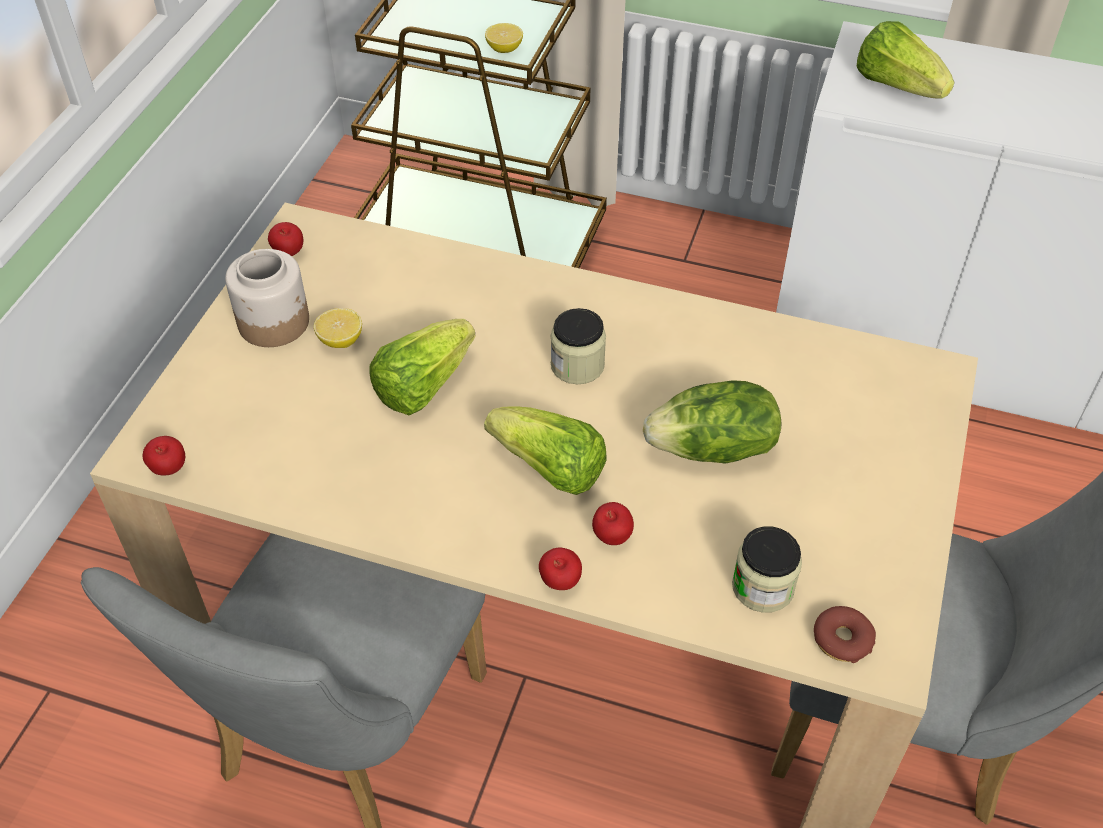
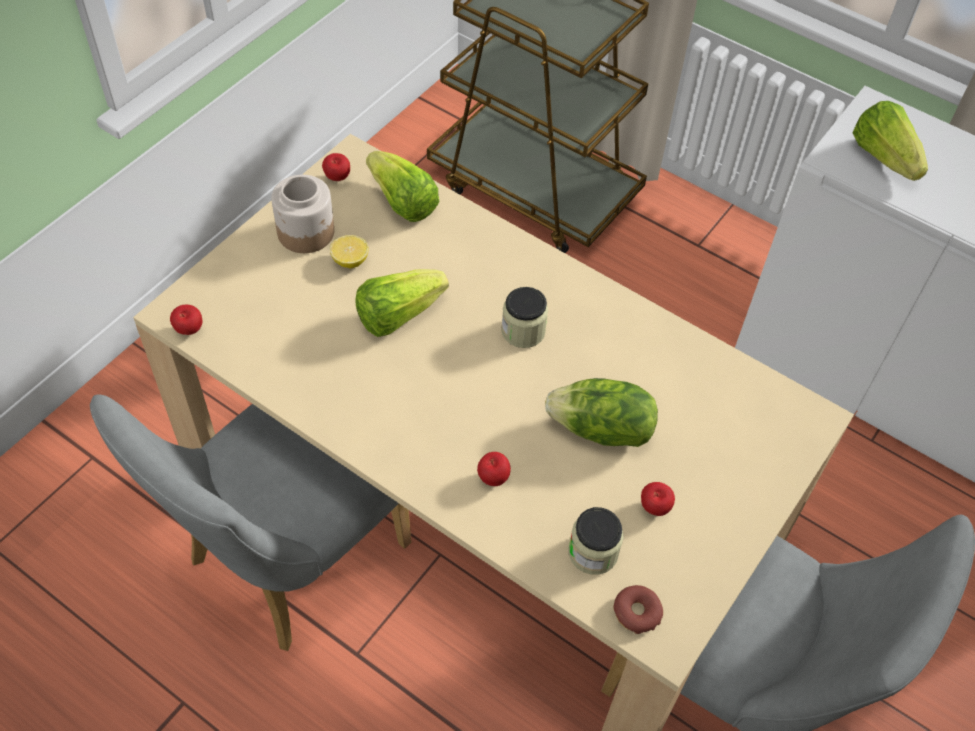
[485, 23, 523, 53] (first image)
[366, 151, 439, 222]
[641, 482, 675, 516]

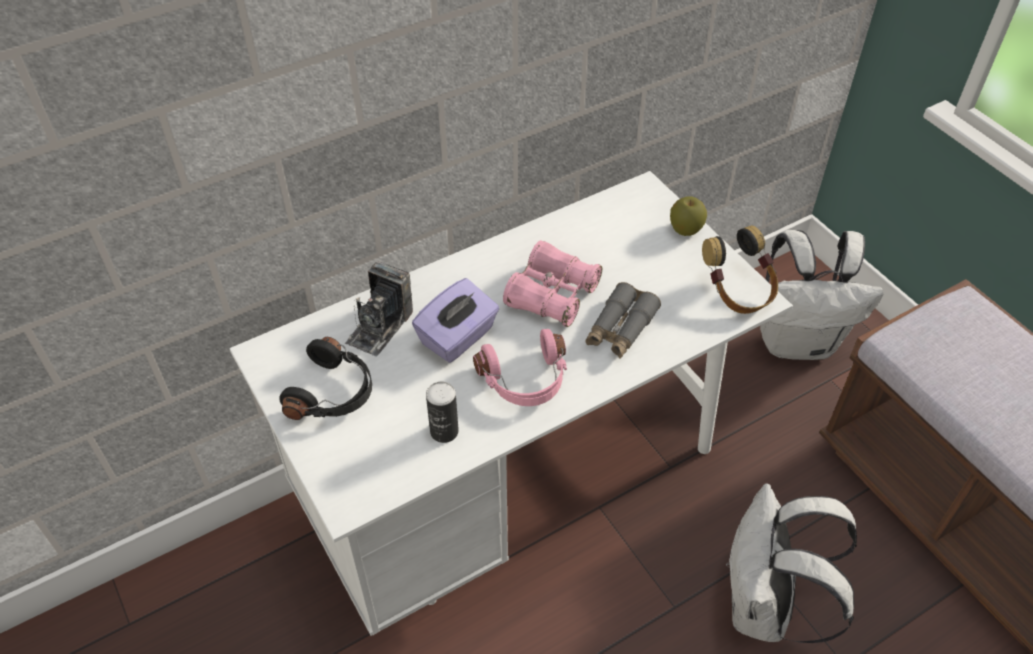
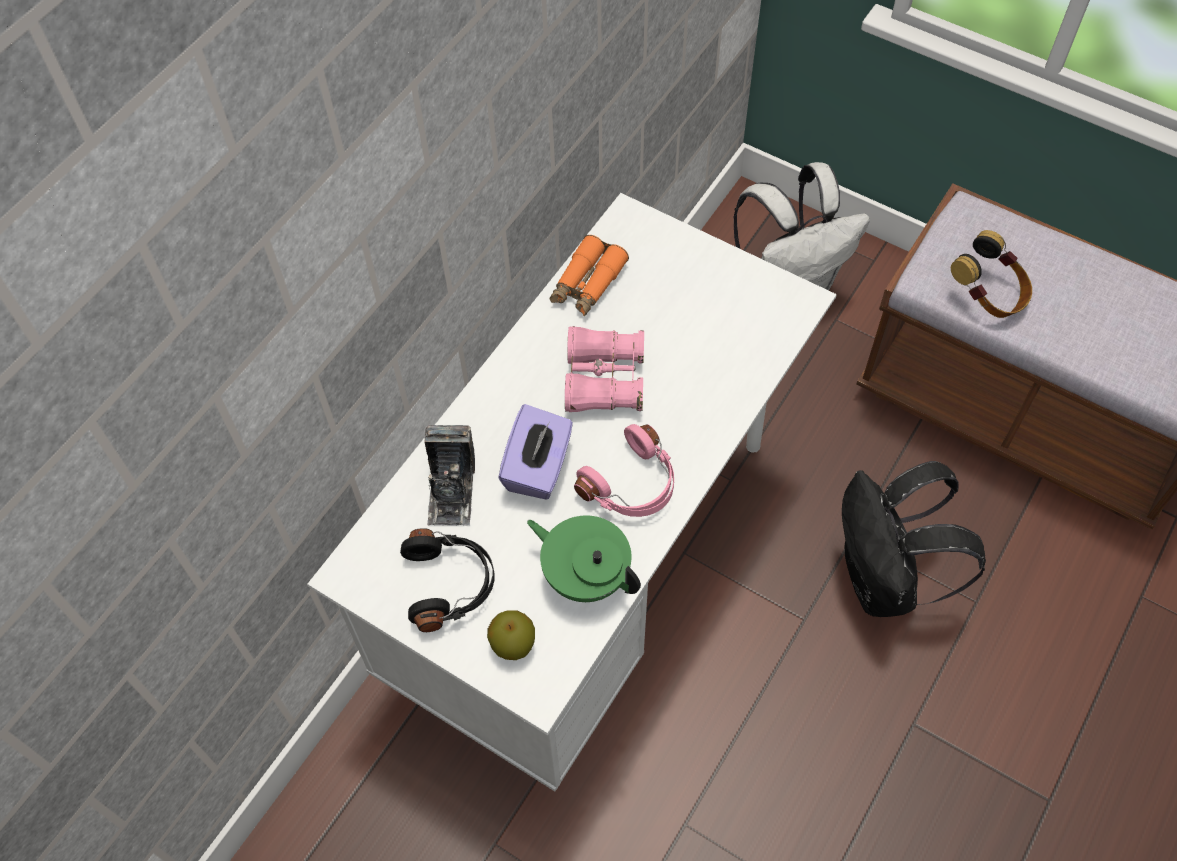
[585, 282, 661, 359] (first image)
[550, 235, 629, 316]
[487, 610, 535, 660]
[951, 230, 1032, 318]
[527, 516, 641, 602]
[842, 461, 986, 617]

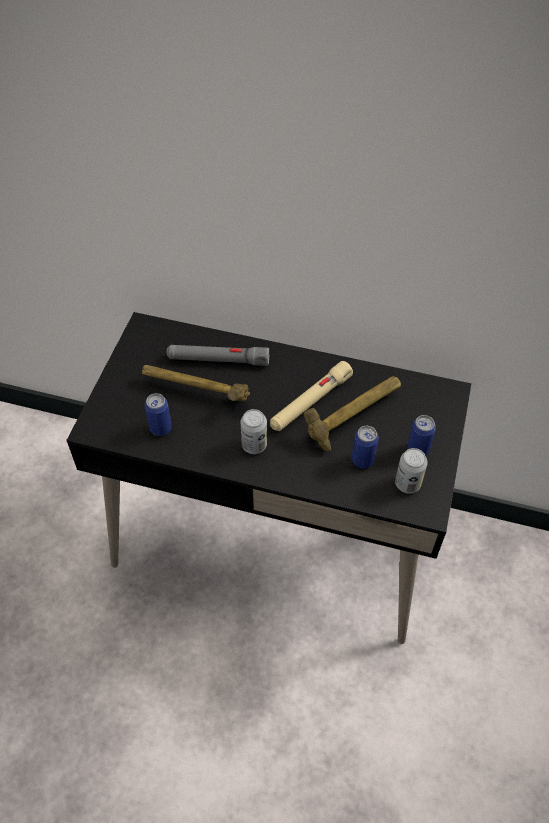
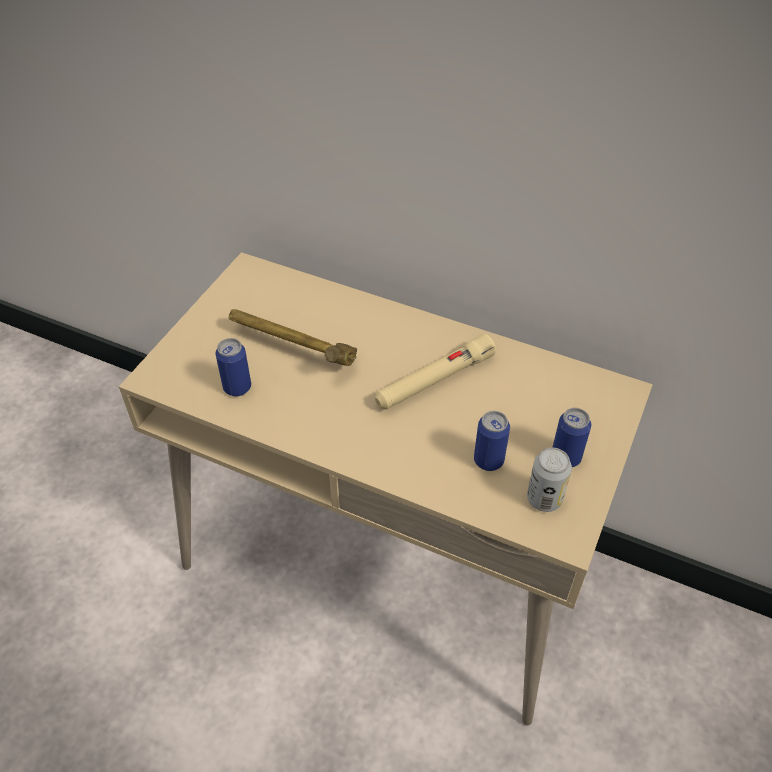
[167, 345, 270, 366] (first image)
[241, 409, 267, 454] (first image)
[304, 376, 401, 451] (first image)
[119, 252, 653, 725]

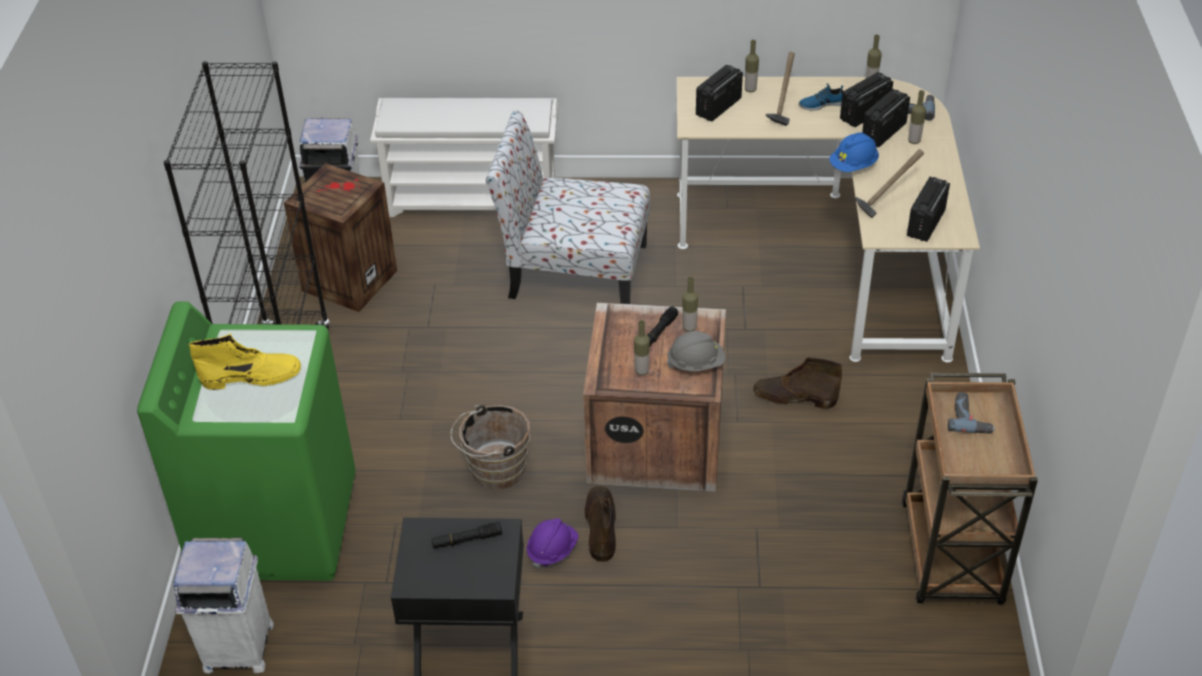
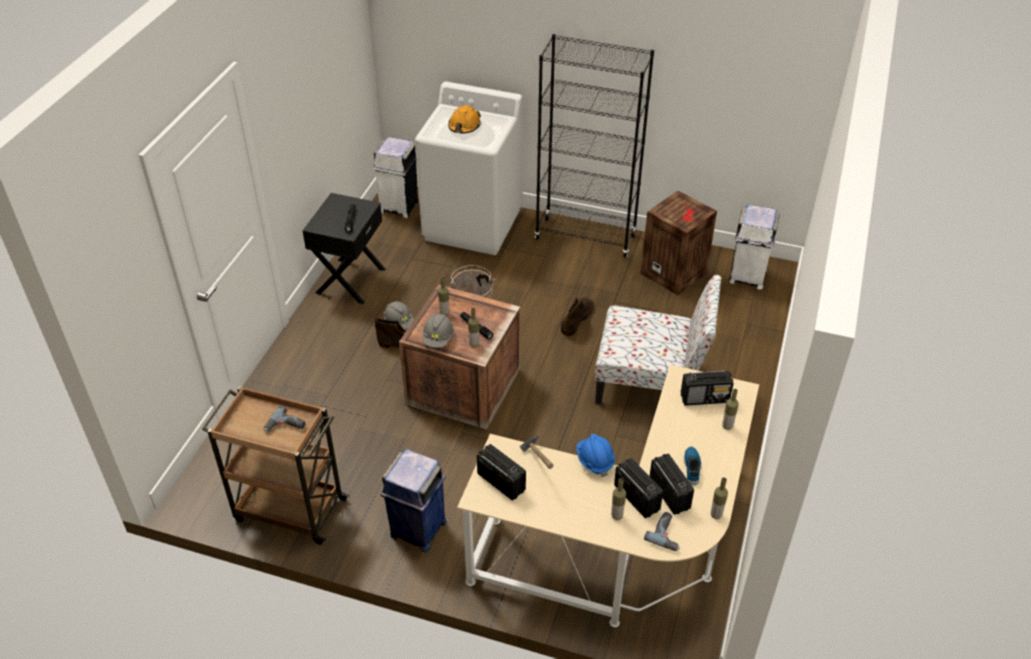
[370, 98, 558, 217] (first image)
[766, 52, 795, 126] (first image)
[381, 449, 446, 552]
[561, 297, 594, 336]
[448, 105, 481, 133]
[415, 82, 523, 255]
[384, 301, 414, 329]
[595, 275, 722, 404]
[681, 371, 734, 406]

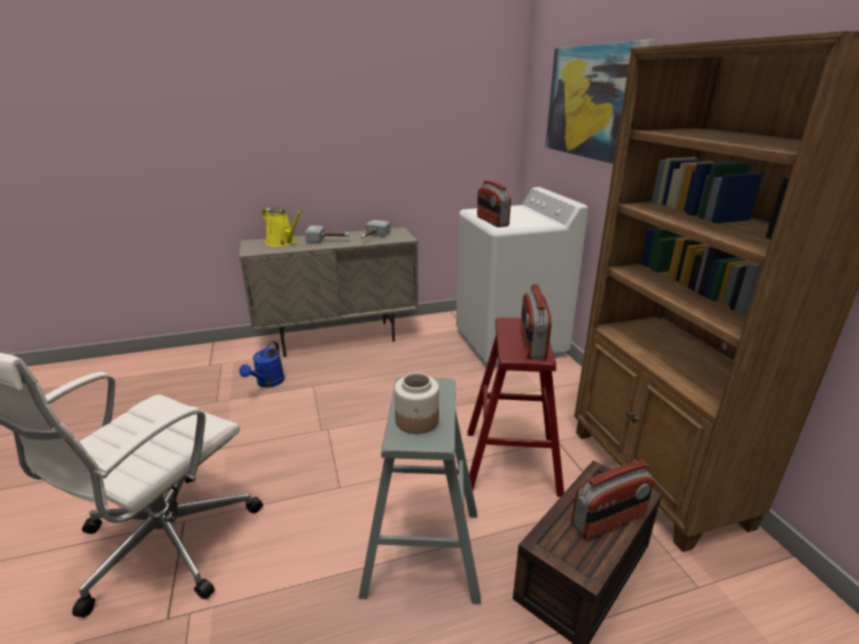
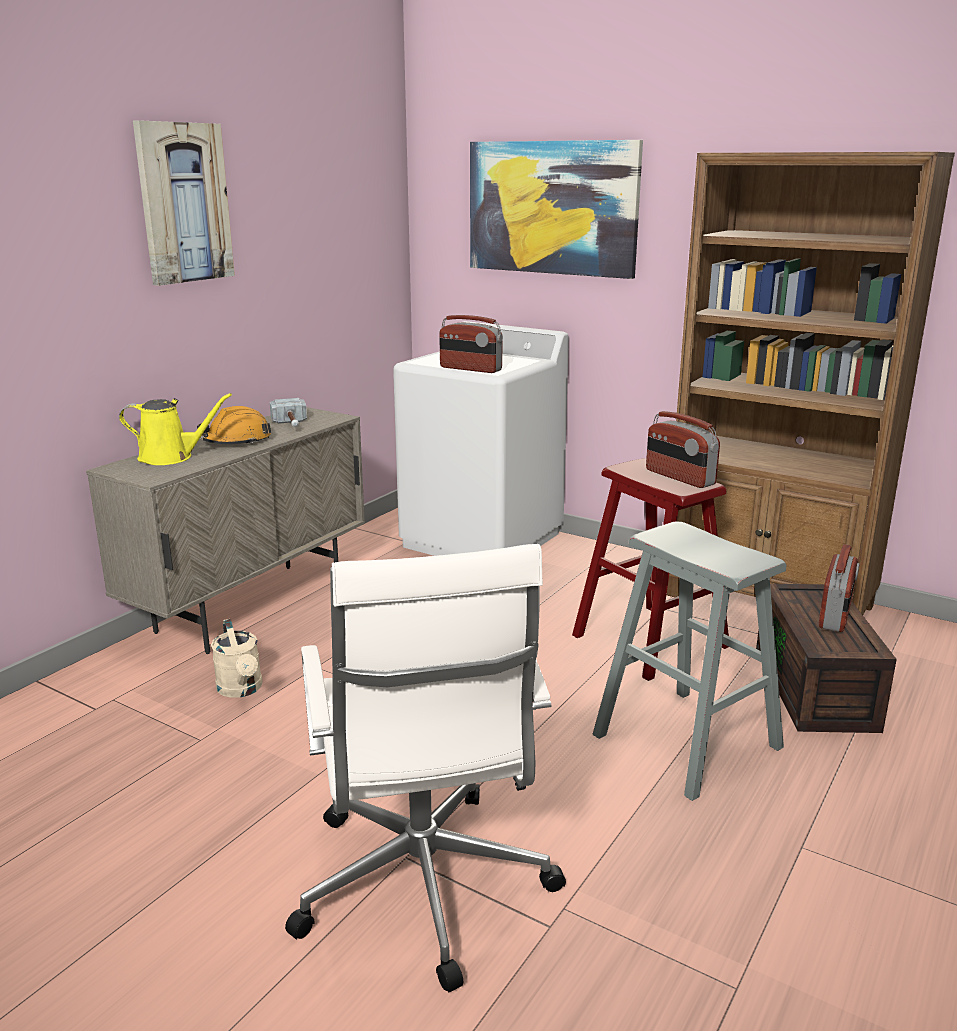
[394, 373, 439, 434] (first image)
[133, 120, 235, 286]
[197, 406, 271, 445]
[211, 619, 263, 698]

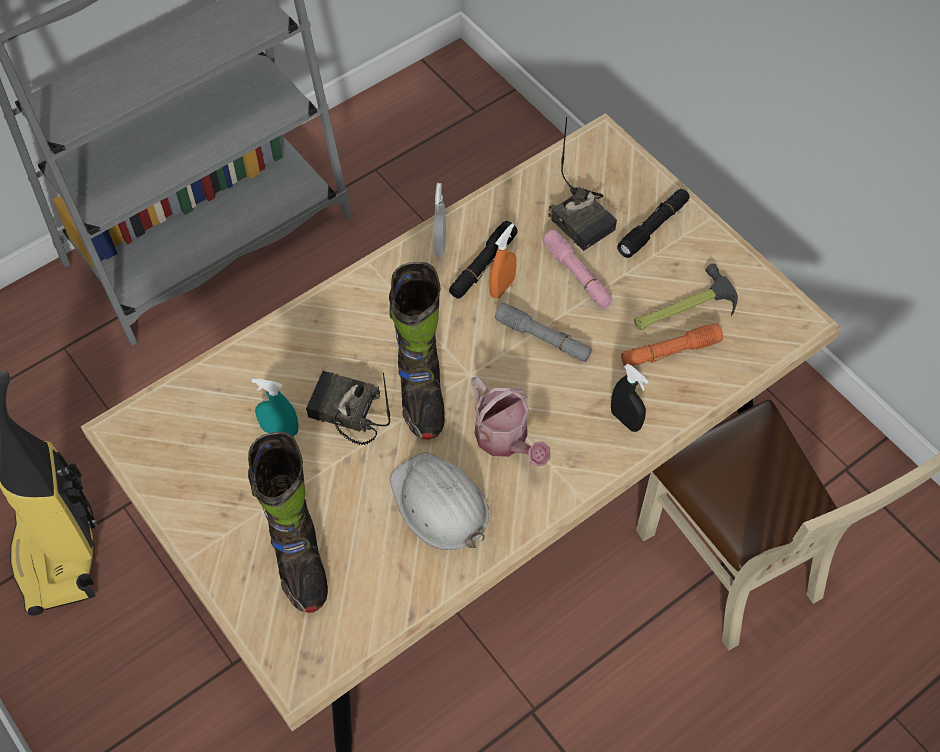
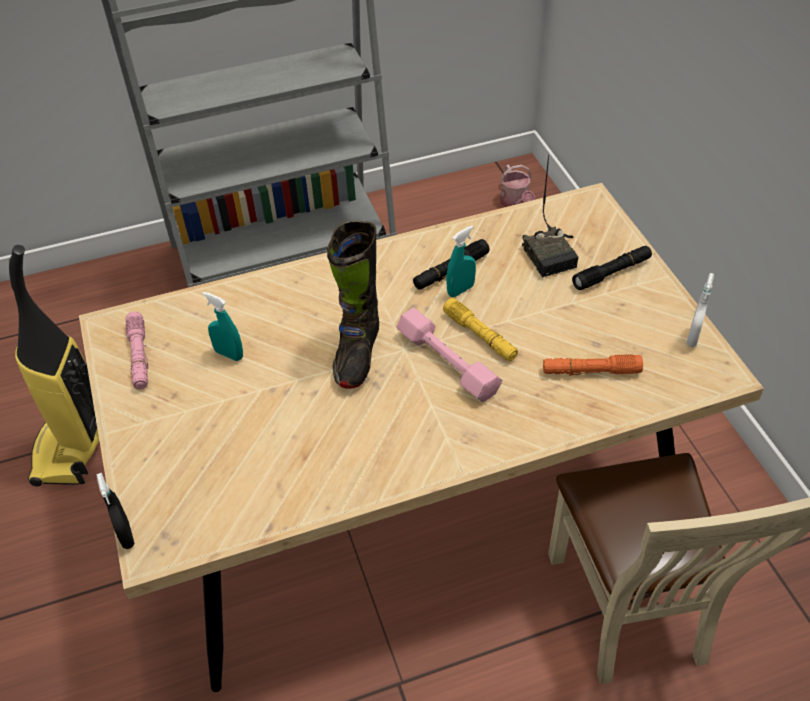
[248, 432, 328, 613] (first image)
[306, 371, 390, 445] (first image)
[390, 453, 489, 550] (first image)
[634, 264, 738, 330] (first image)
[396, 308, 502, 402]
[686, 273, 714, 347]
[500, 165, 535, 207]
[125, 312, 148, 390]
[96, 473, 134, 549]
[446, 226, 476, 297]
[443, 298, 518, 361]

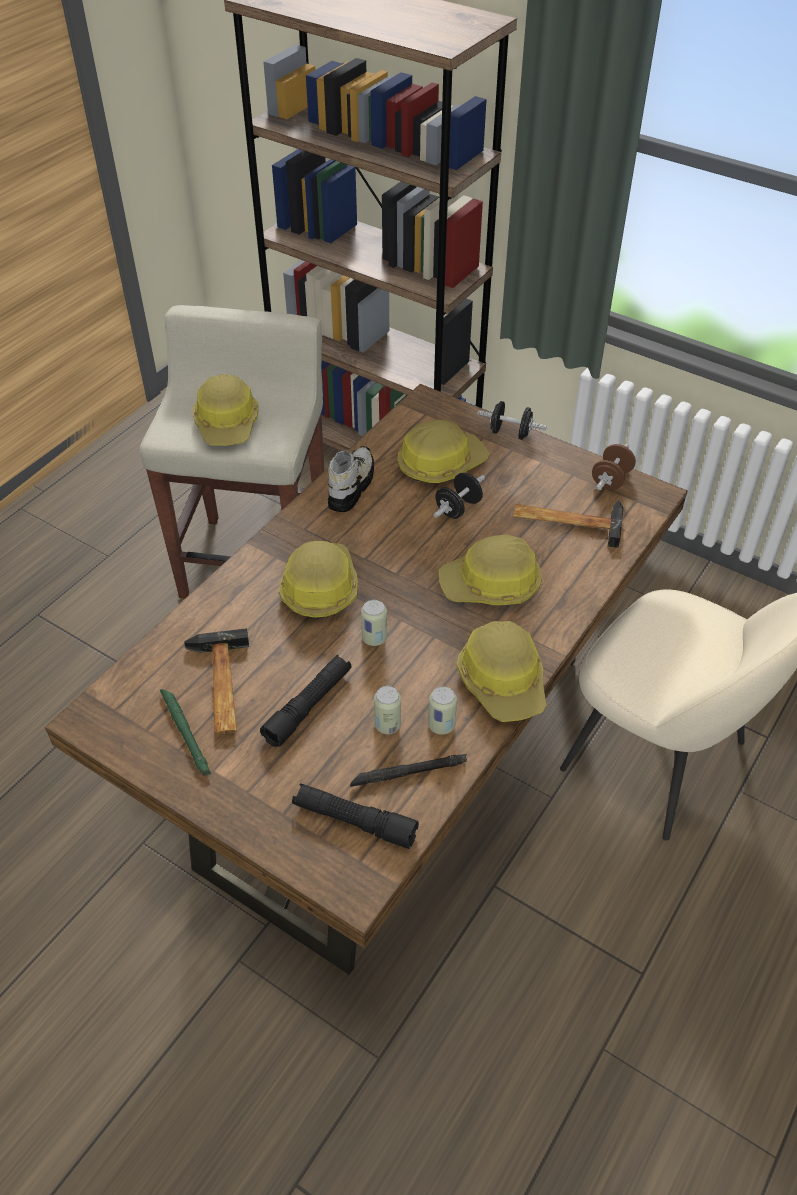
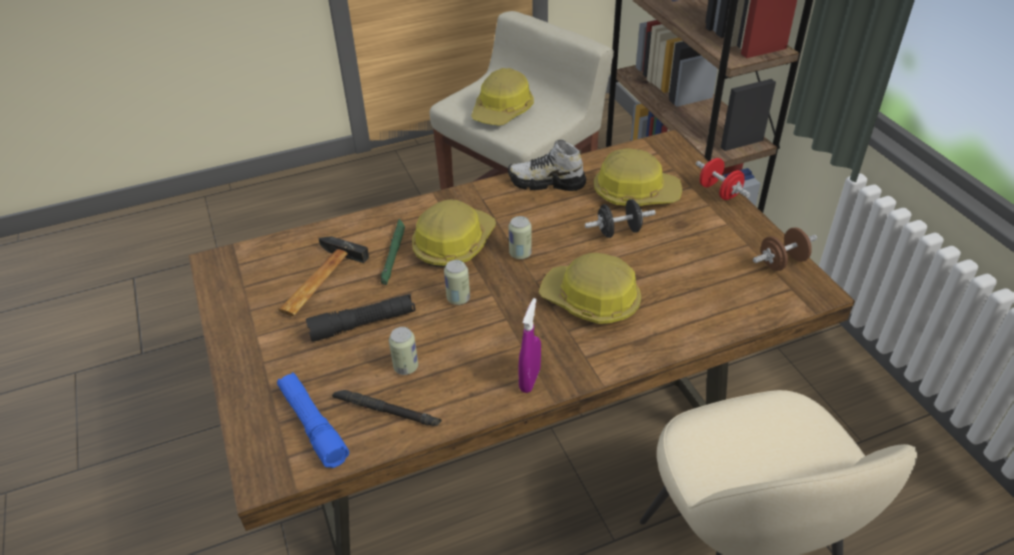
[513, 501, 624, 548] (first image)
[381, 219, 405, 285]
[509, 216, 532, 259]
[518, 298, 541, 393]
[277, 372, 349, 468]
[696, 158, 750, 200]
[508, 139, 586, 191]

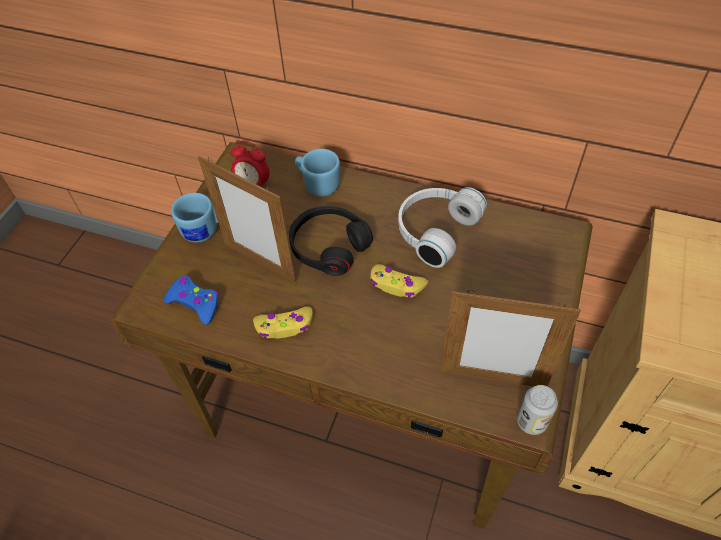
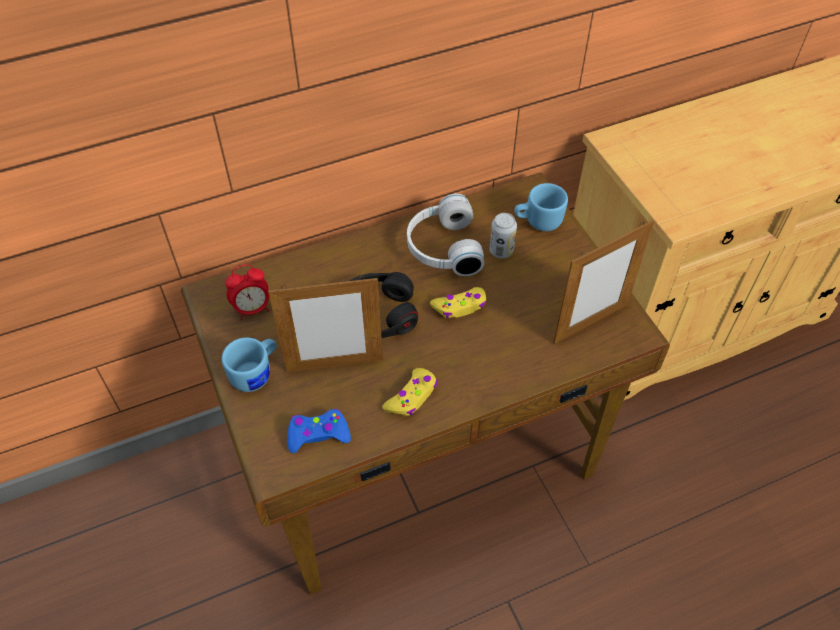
[514, 183, 568, 231]
[489, 213, 517, 258]

